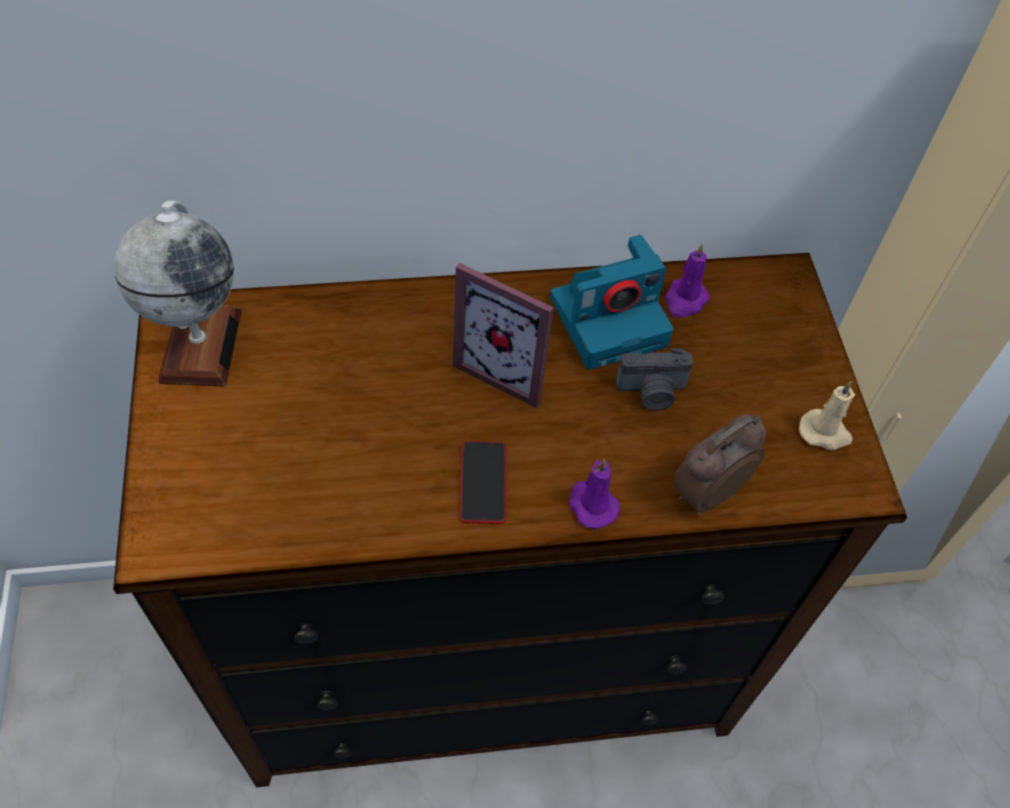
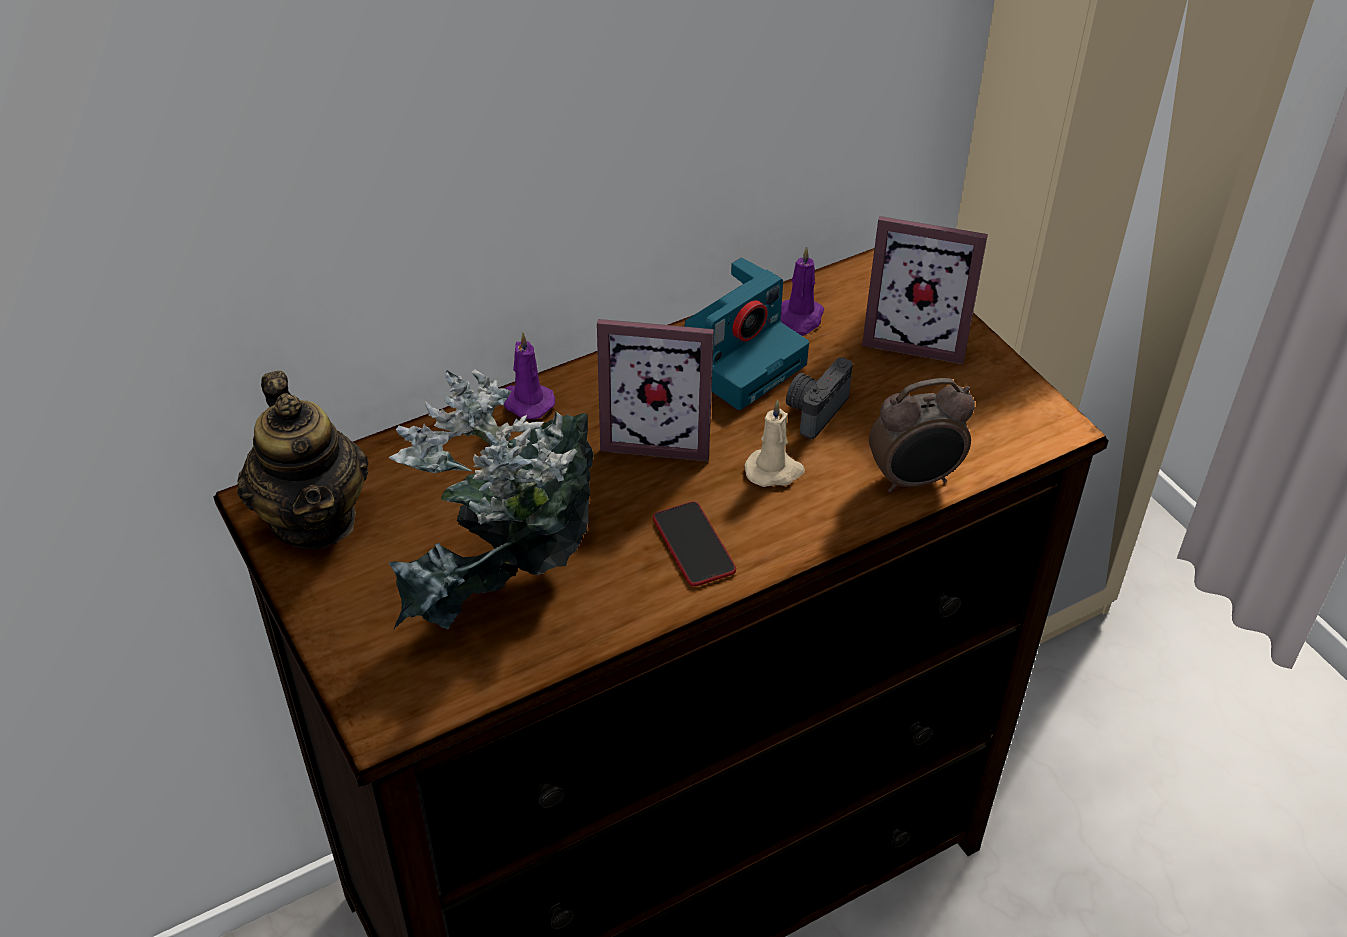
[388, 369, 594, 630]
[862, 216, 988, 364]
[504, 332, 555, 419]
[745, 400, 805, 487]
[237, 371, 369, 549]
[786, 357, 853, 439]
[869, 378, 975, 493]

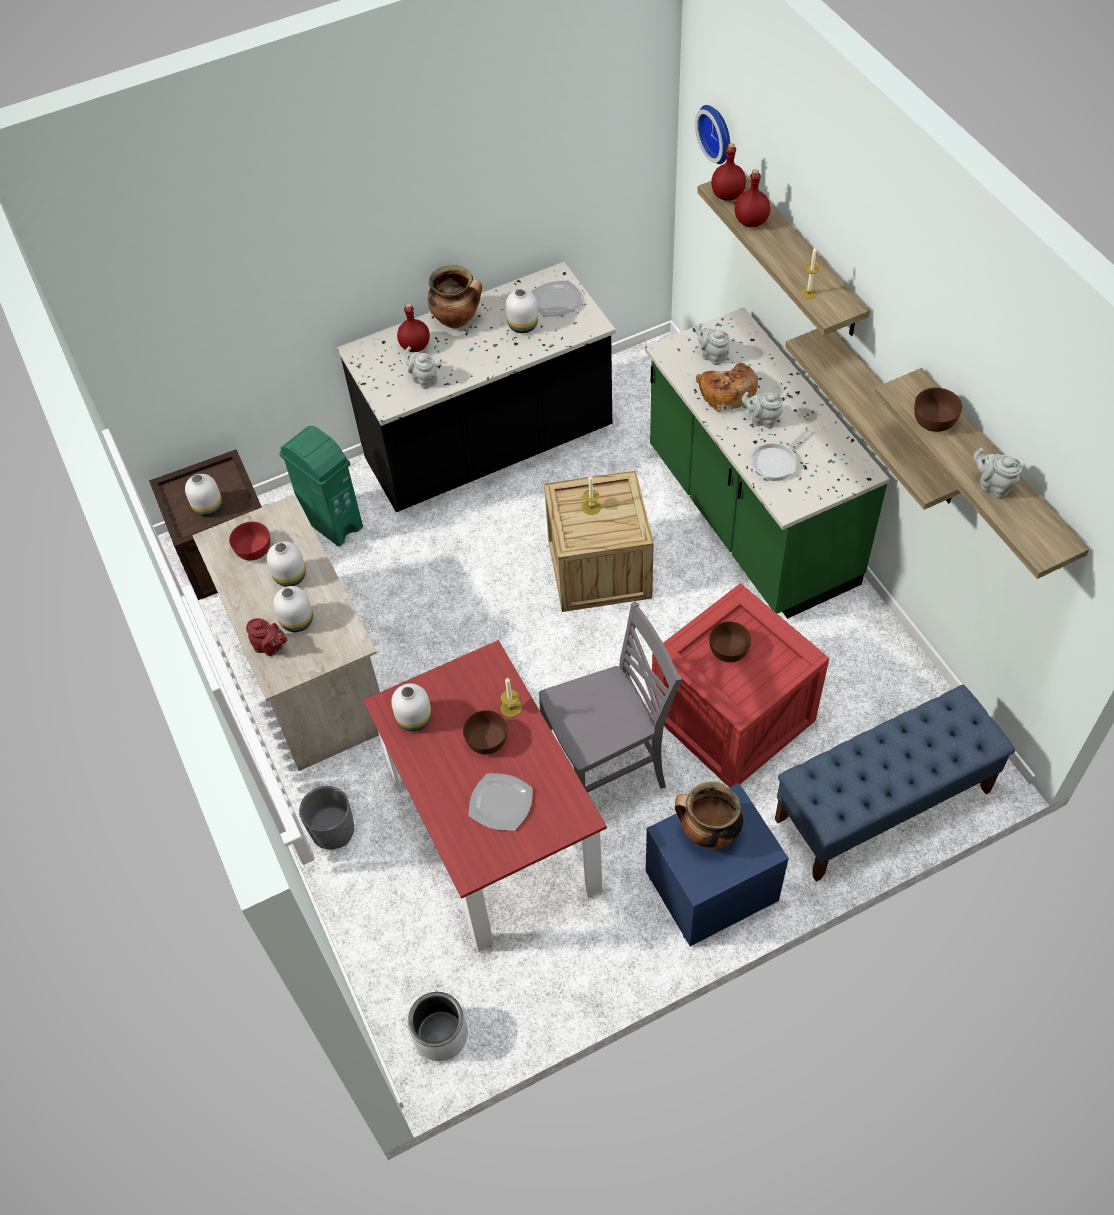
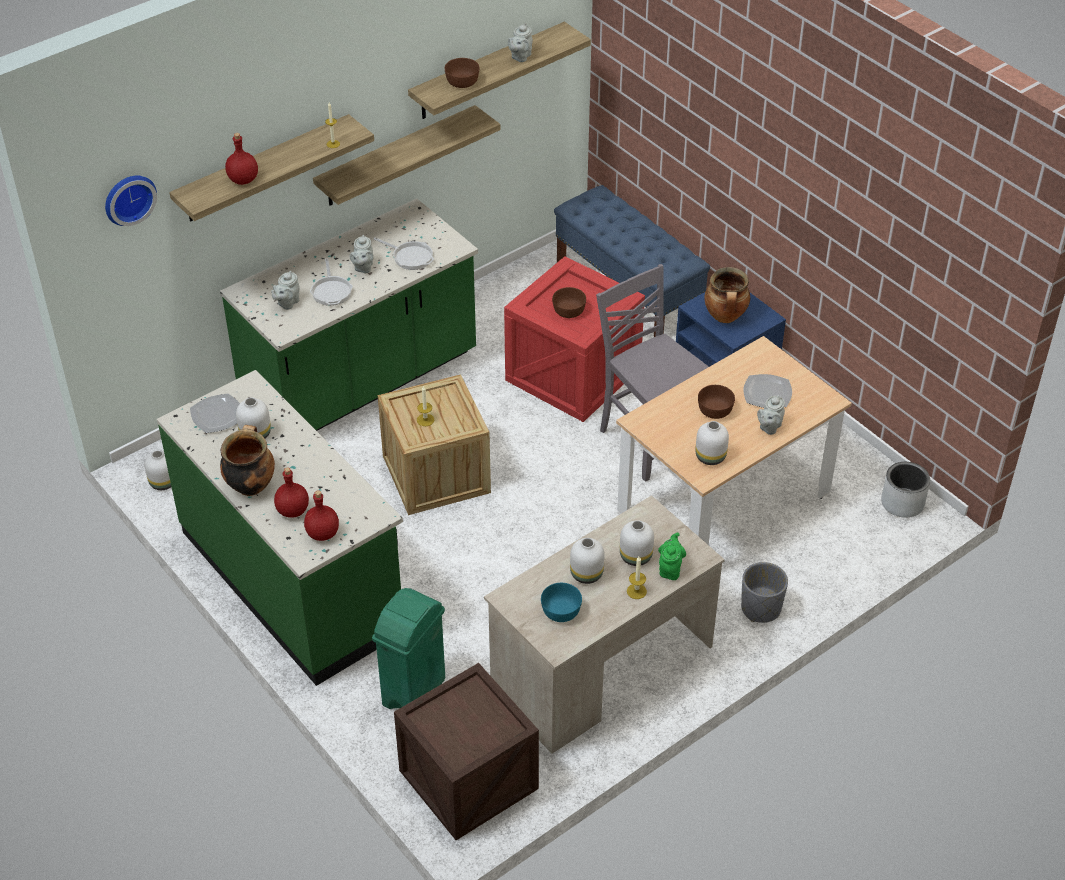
[145, 450, 171, 490]
[757, 395, 785, 435]
[627, 557, 647, 599]
[304, 490, 339, 541]
[310, 259, 353, 306]
[541, 583, 582, 622]
[658, 533, 686, 580]
[157, 370, 403, 686]
[616, 336, 852, 545]

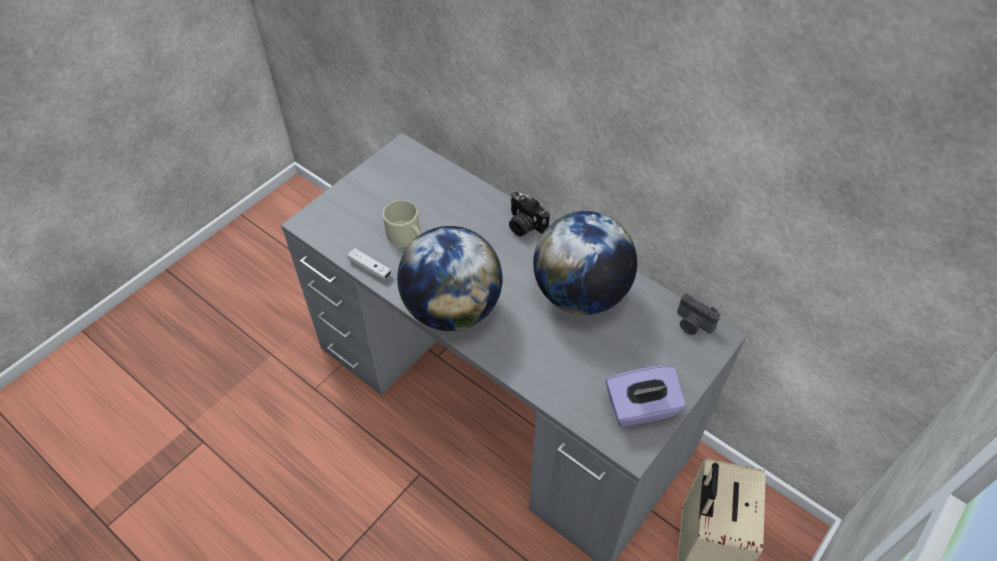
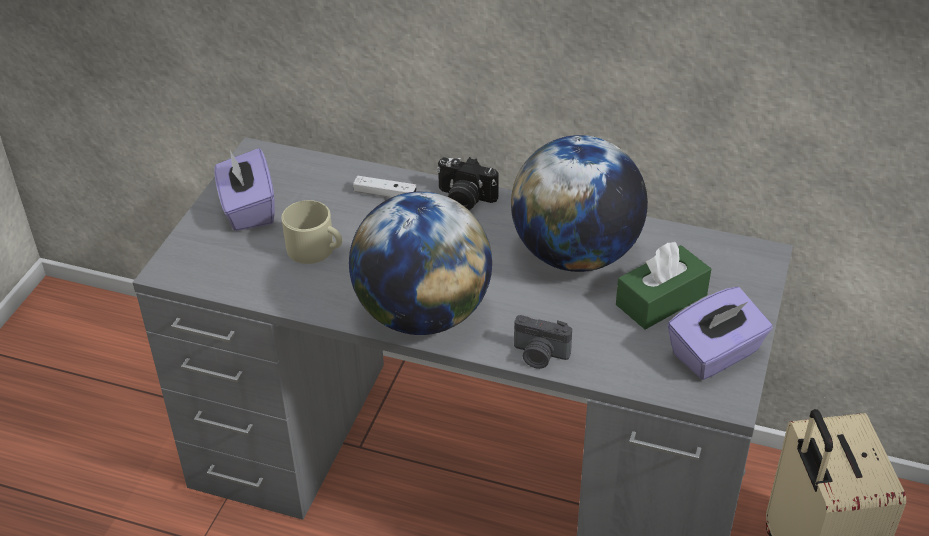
[214, 148, 275, 231]
[616, 242, 711, 329]
[353, 176, 417, 198]
[514, 315, 572, 369]

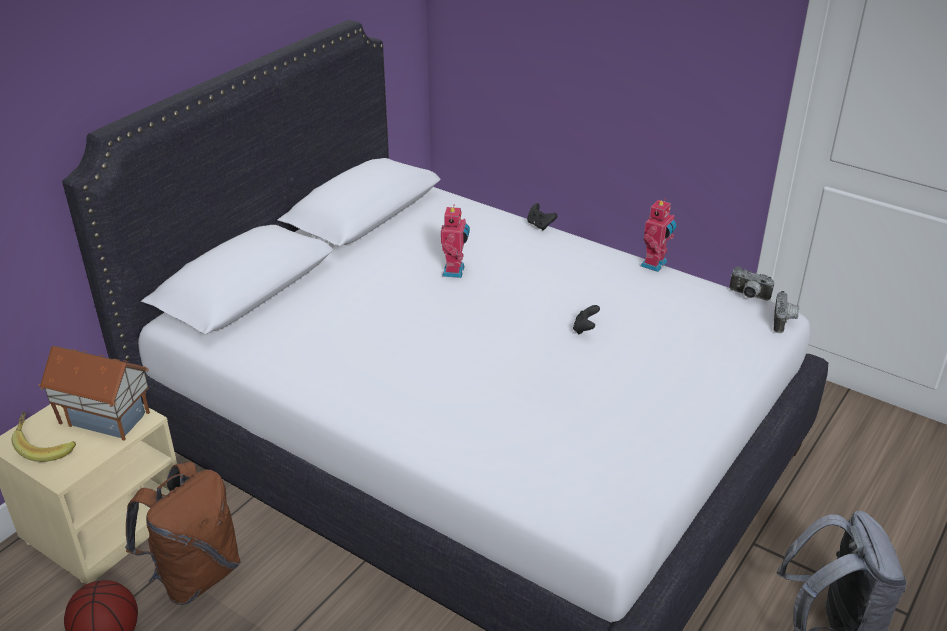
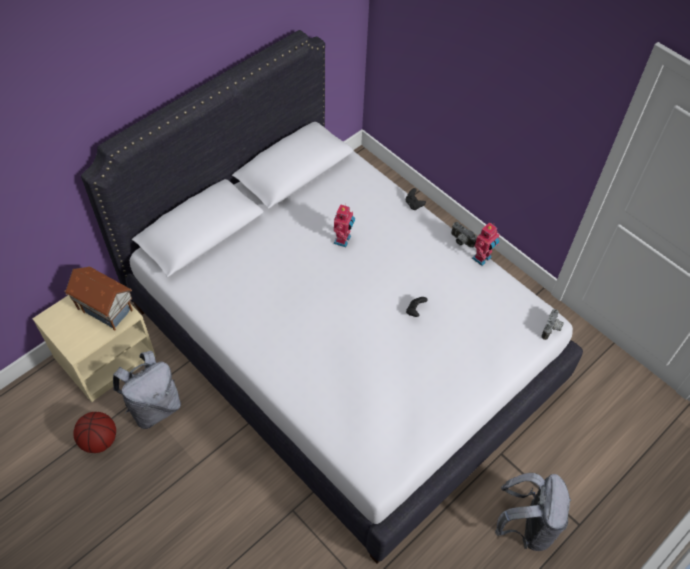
[11, 412, 76, 462] (first image)
[451, 222, 477, 248]
[113, 351, 181, 429]

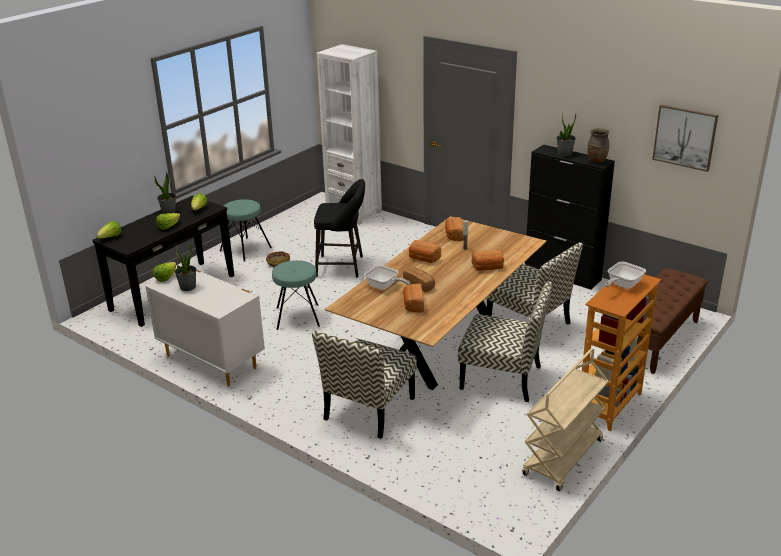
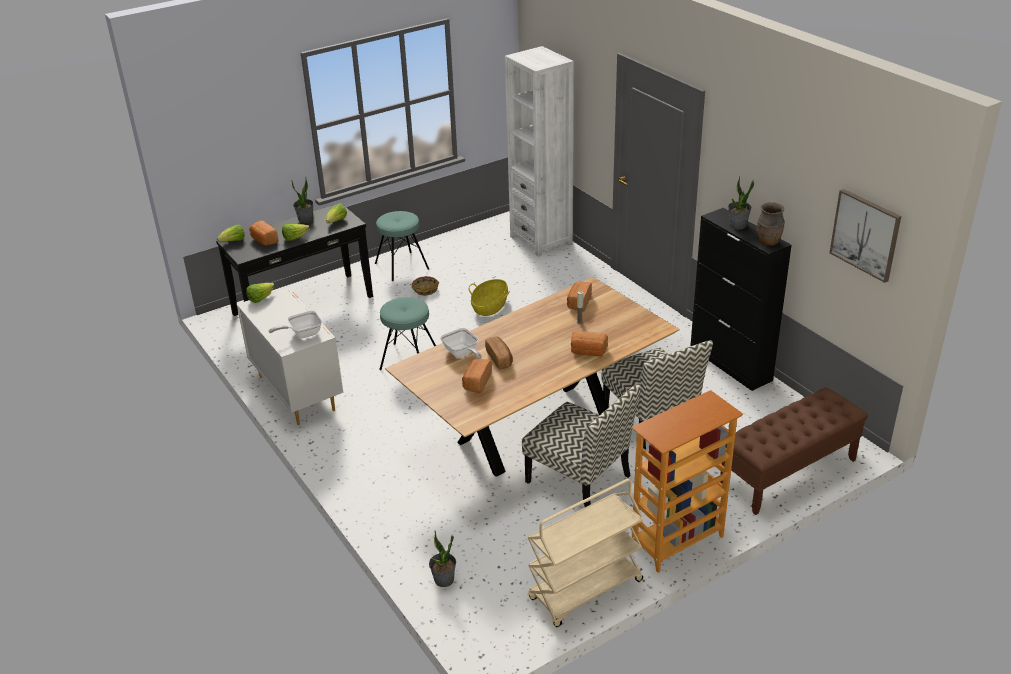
[312, 331, 417, 439] (first image)
[429, 531, 456, 587]
[249, 221, 278, 246]
[269, 311, 322, 338]
[468, 279, 510, 316]

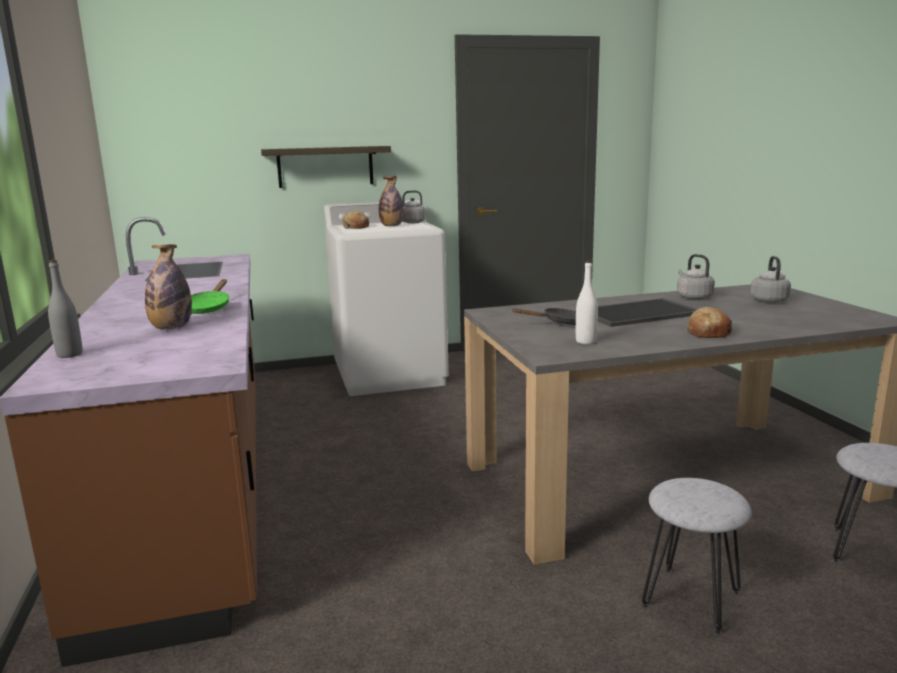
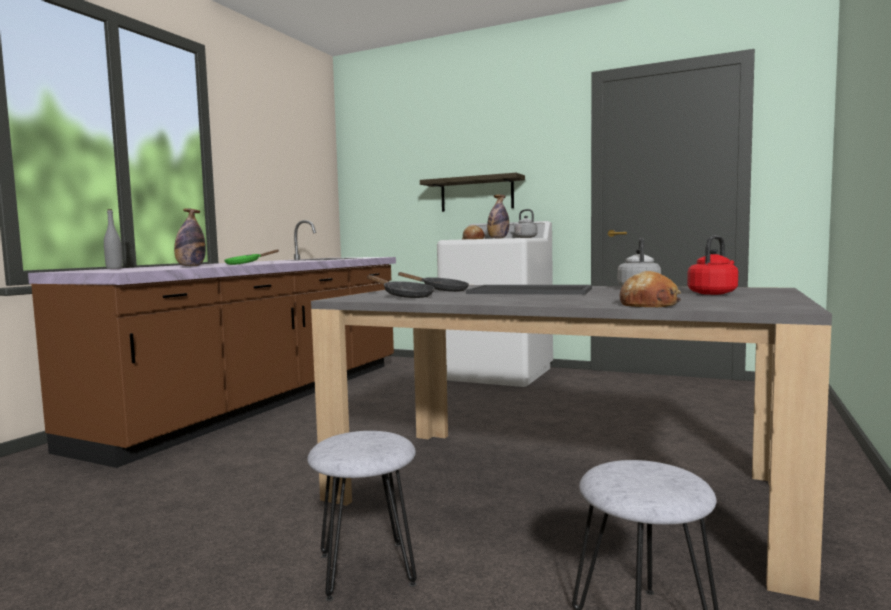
[620, 271, 681, 307]
[367, 275, 435, 298]
[687, 236, 738, 295]

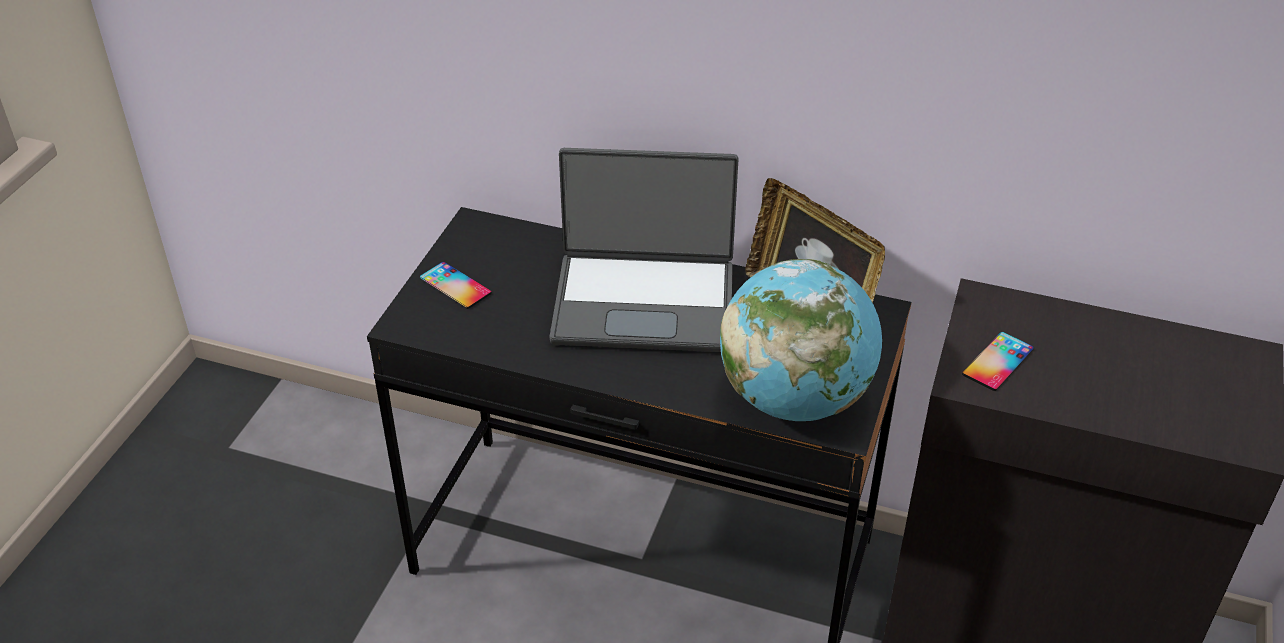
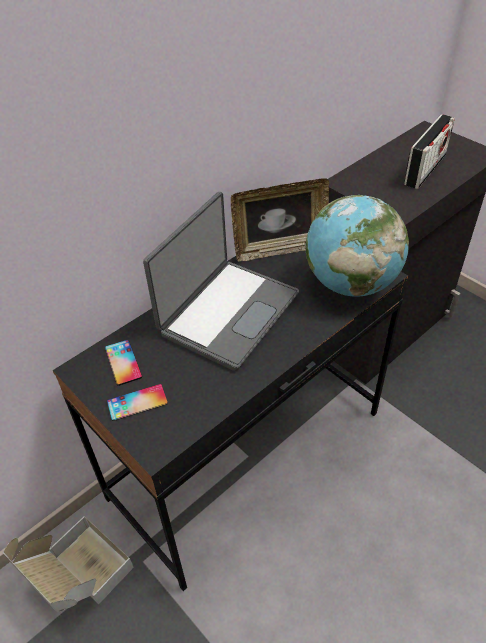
[3, 516, 134, 612]
[404, 114, 455, 189]
[105, 340, 142, 386]

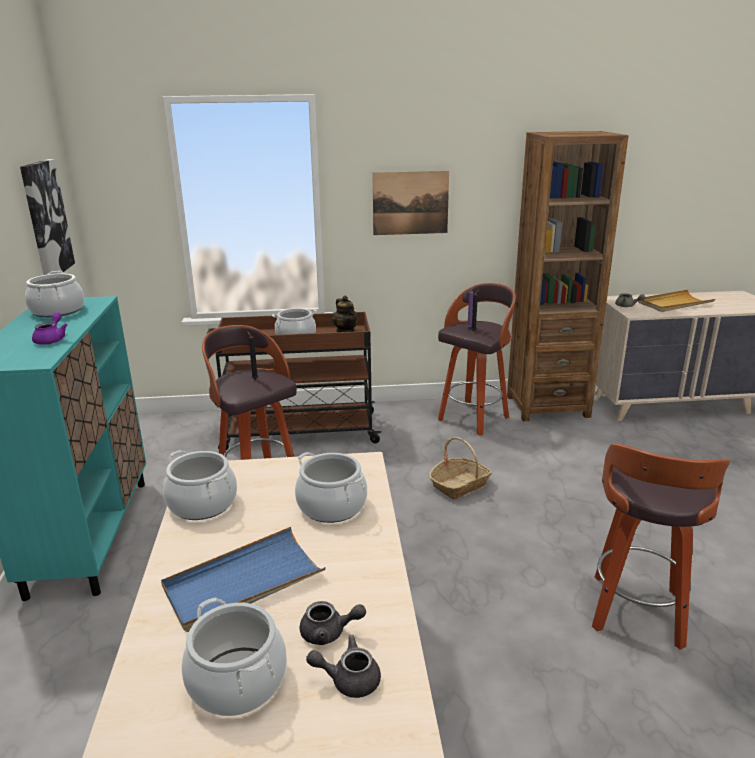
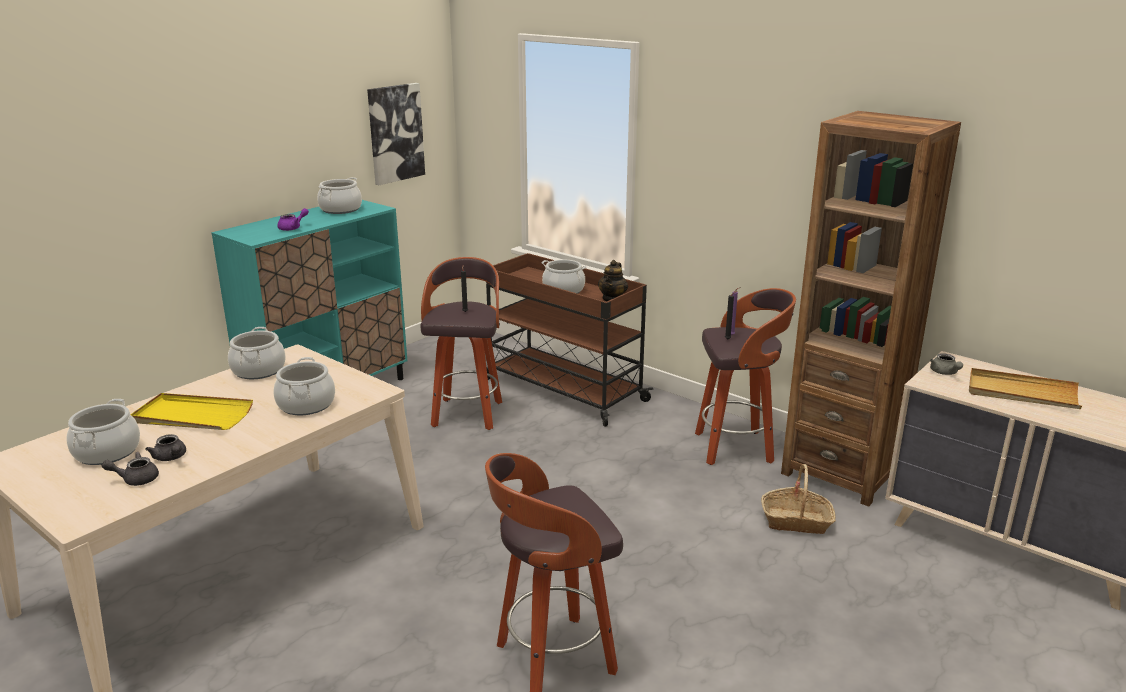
[372, 171, 449, 235] (first image)
[761, 464, 836, 534]
[131, 393, 253, 430]
[102, 452, 159, 486]

